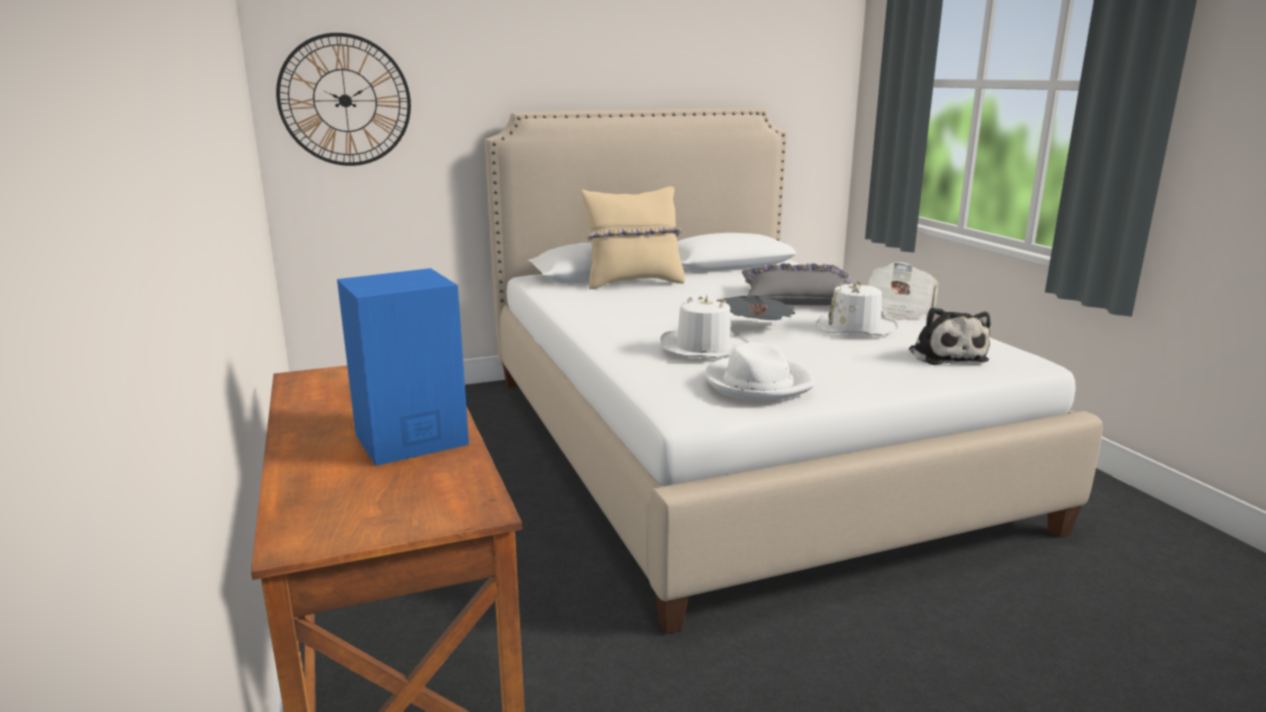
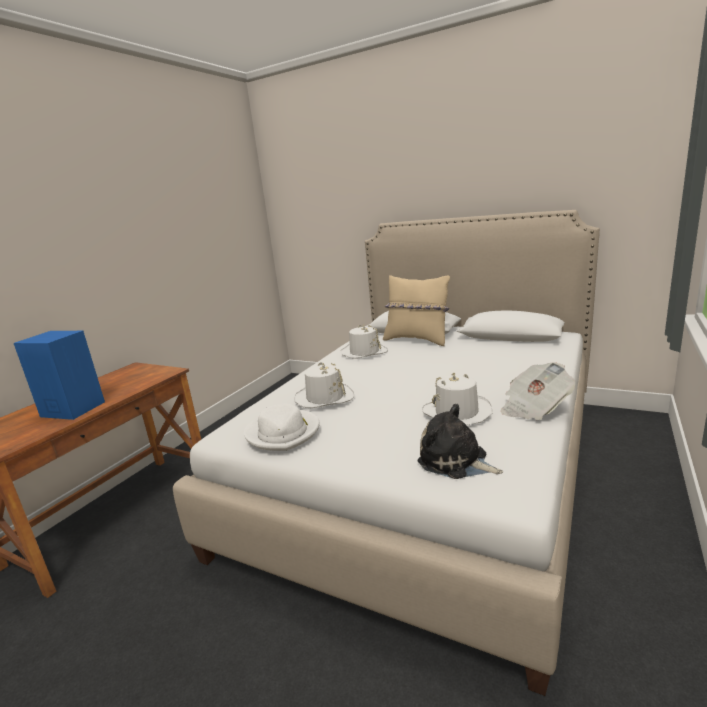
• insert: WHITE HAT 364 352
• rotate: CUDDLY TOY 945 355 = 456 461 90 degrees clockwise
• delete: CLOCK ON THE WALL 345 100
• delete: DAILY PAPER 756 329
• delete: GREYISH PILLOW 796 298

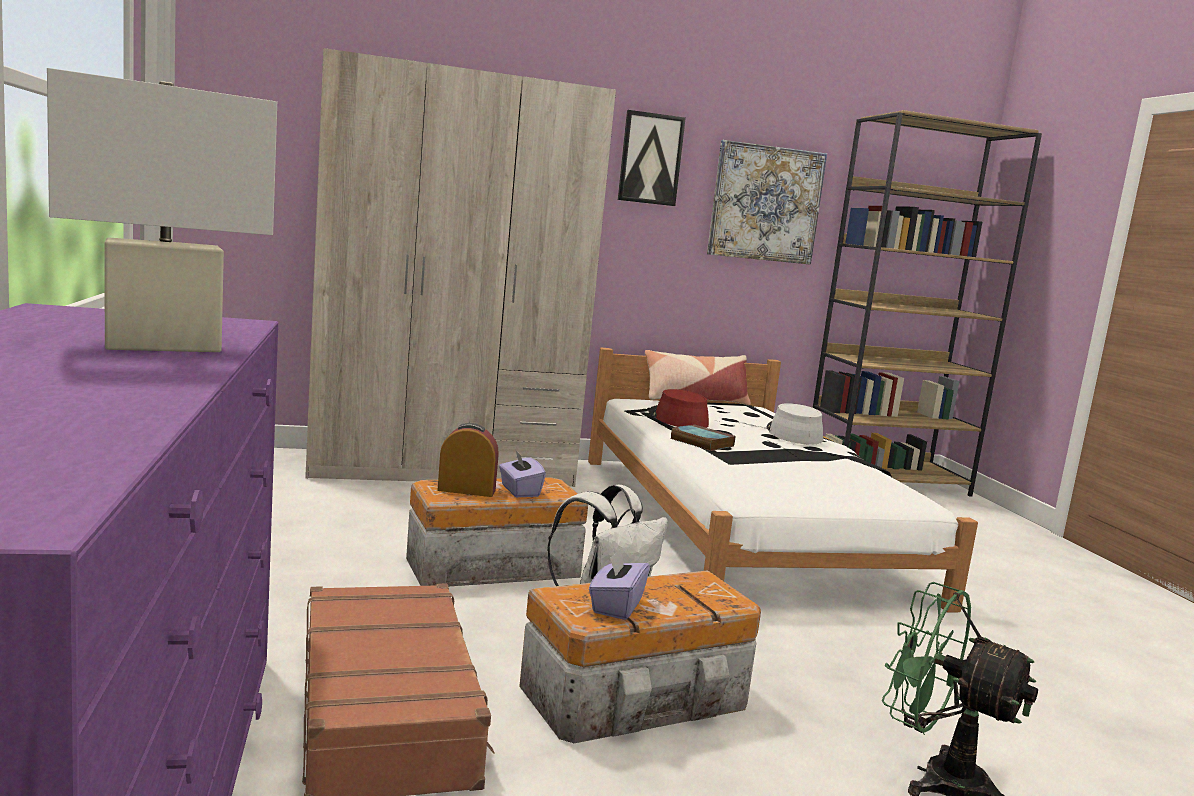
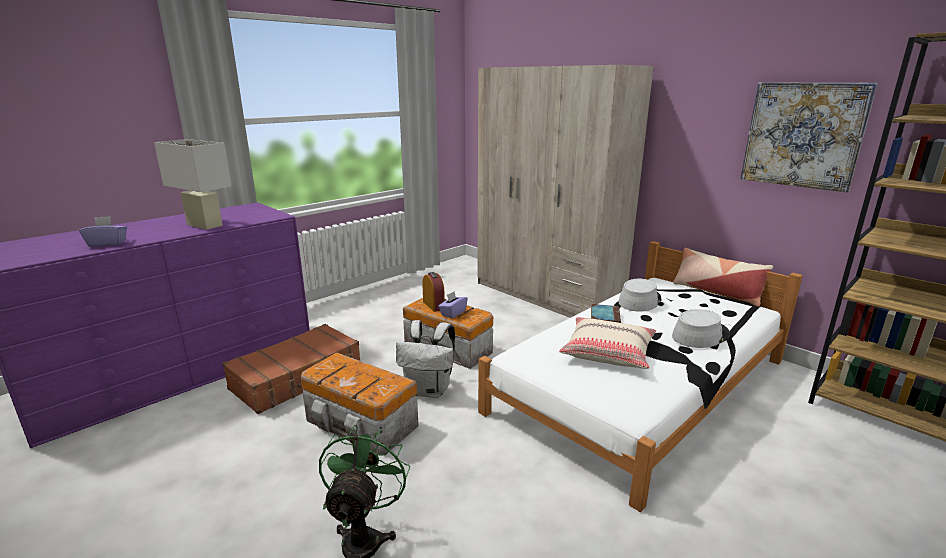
• move: PURPLE-COLOURED TISSUE BOX 616 606 to 107 243
• insert: BEIGE-COLOURED PILLOW 608 352
• recolor: RED HAT 677 419 to GREYISH HAT 639 301
• delete: WALL ART 650 159

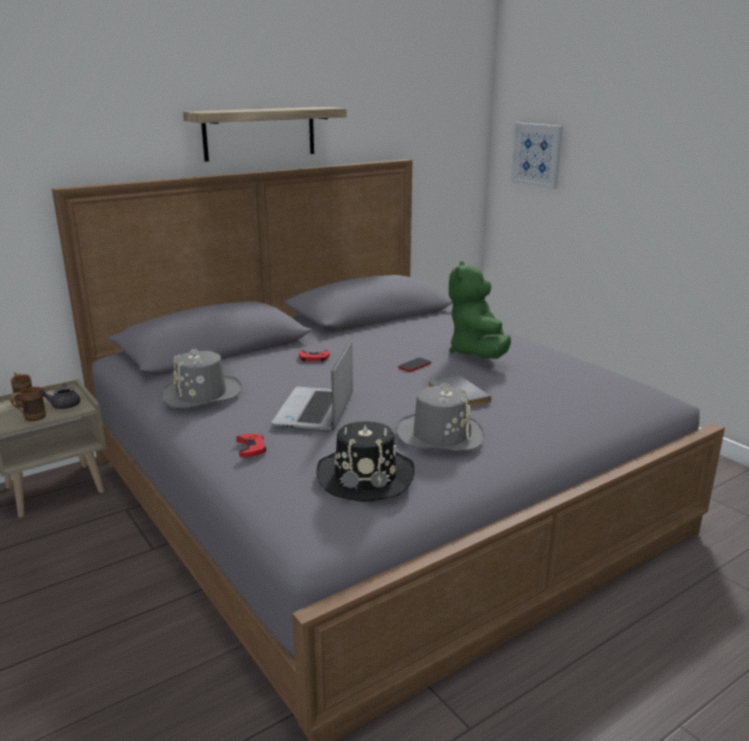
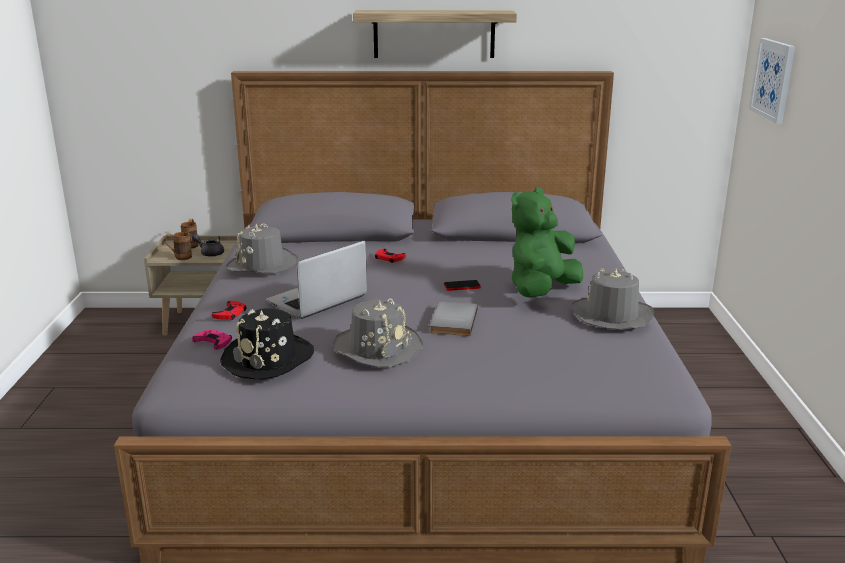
• insert: PINK GAME CONTROLLER 213 342
• insert: GREYISH HAT 611 315

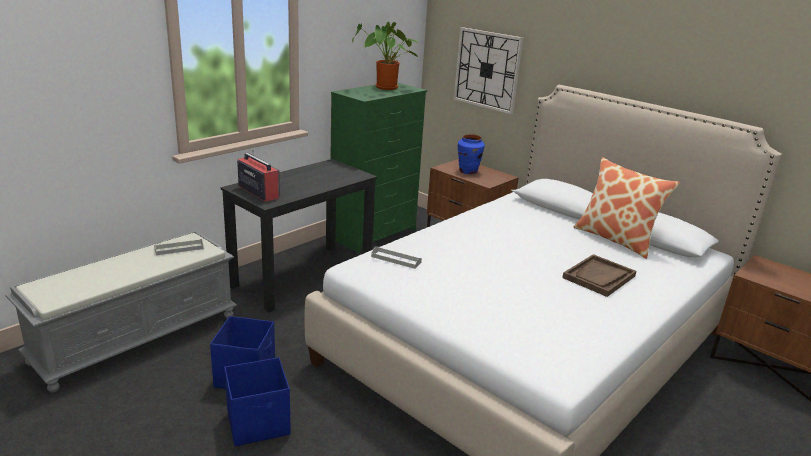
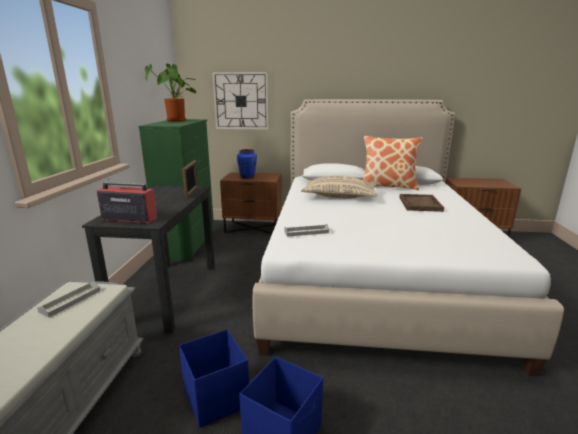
• insert: PICTURE FRAME 191 192
• insert: BEIGE-COLOURED PILLOW 339 197

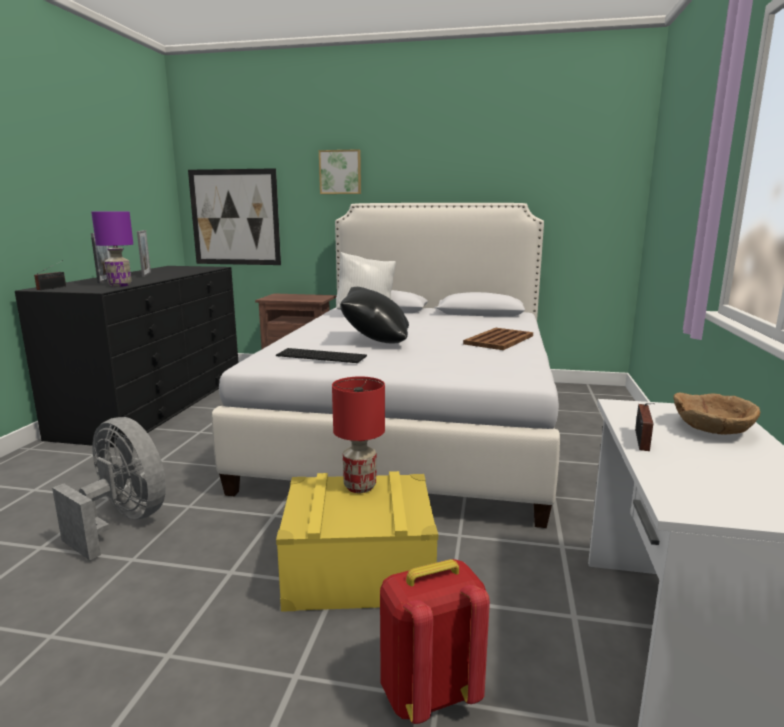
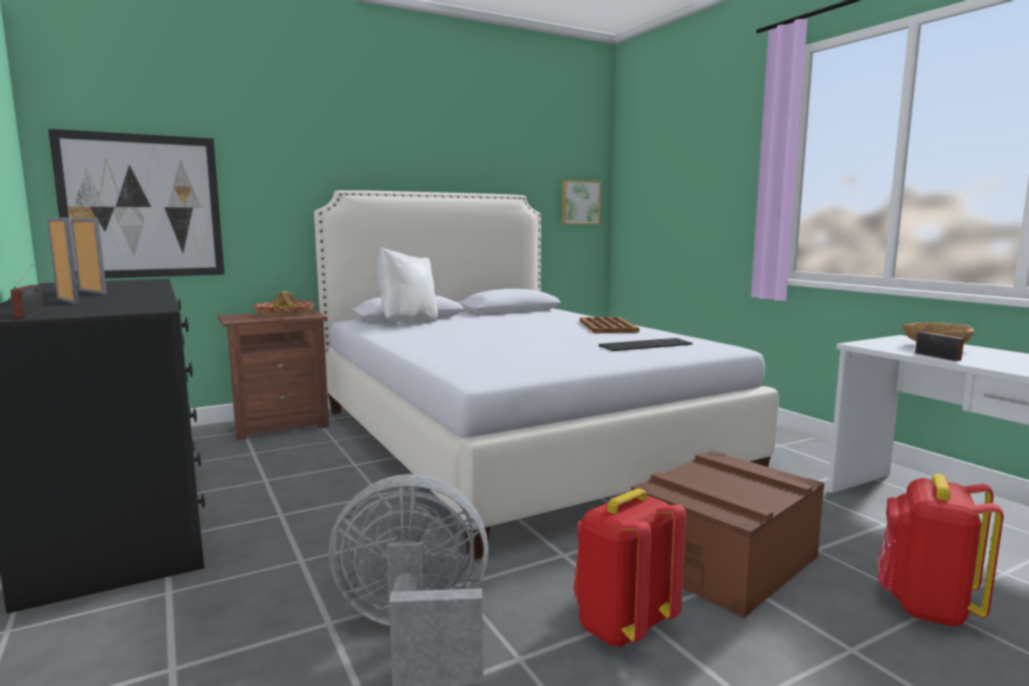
• insert: HAT 285 314
• move: WALL ART 340 172 to 579 202
• insert: RED RUCKSACK 622 626
• move: COMPUTER KEYBOARD 322 356 to 645 345
• recolor: YELLOW STORAGE CONTAINER 359 570 to BROWN STORAGE CONTAINER 724 560
• delete: PURPLE-COLOURED TABLE LAMP 119 285
• delete: RED TABLE LAMP 360 487
• delete: BLACK PILLOW 376 341

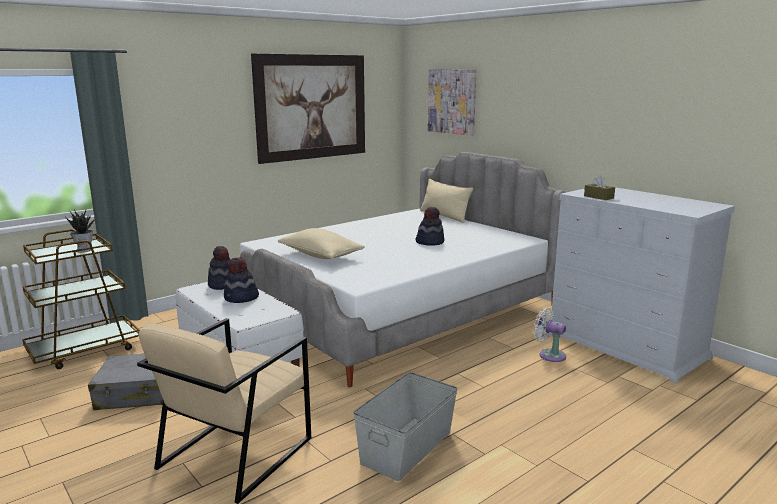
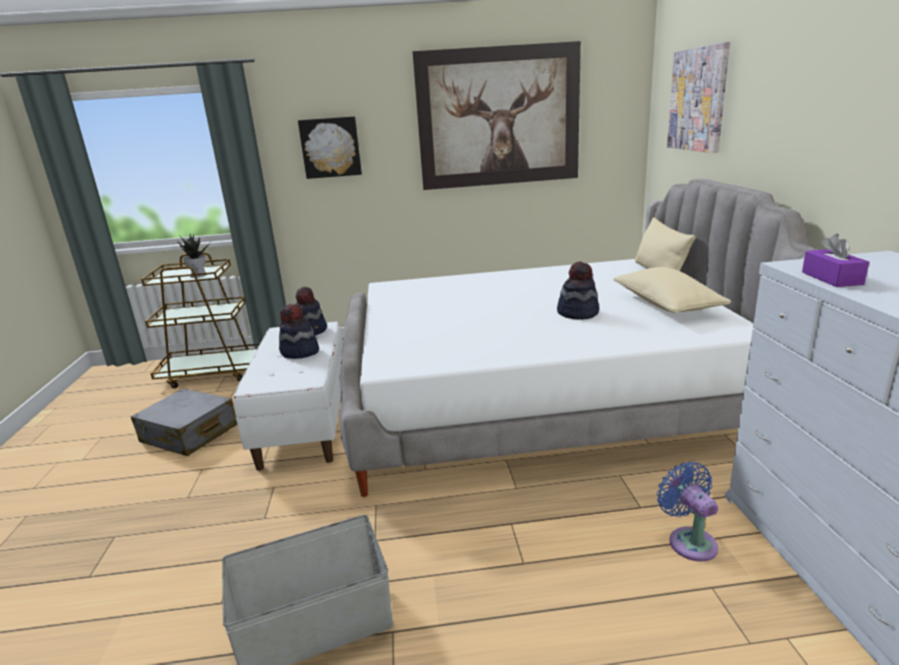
• insert: WALL ART 330 147
• move: BEIGE-COLOURED PILLOW 320 256 to 666 305
• recolor: WHITE FAN 549 355 to BLUE-COLOURED FAN 689 540
• recolor: BROWN TISSUE BOX 598 197 to PURPLE-COLOURED TISSUE BOX 831 278
• delete: BEIGE-COLOURED LOUNGE CHAIR 235 452

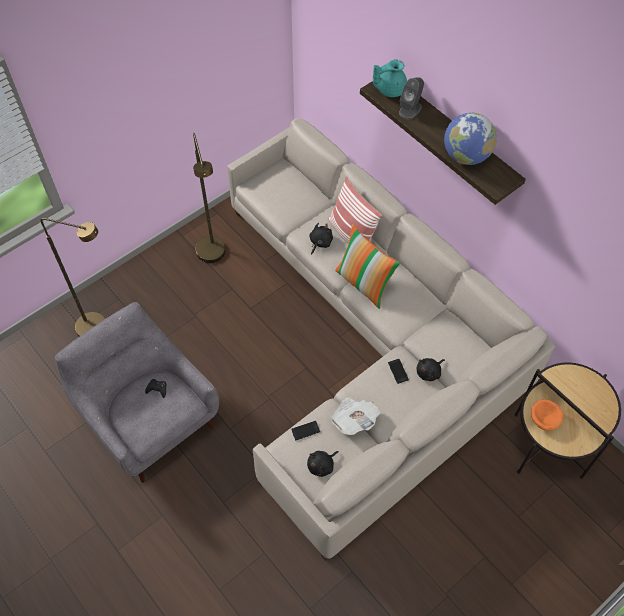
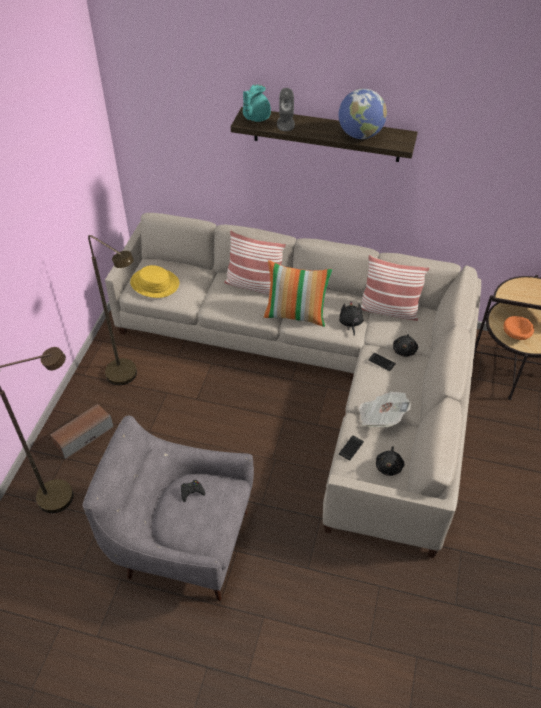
• insert: SPEAKER 83 436
• insert: YELLOW HAT 154 283
• move: BLACK CUDDLY TOY 320 242 to 350 323
• insert: PILLOW 389 310

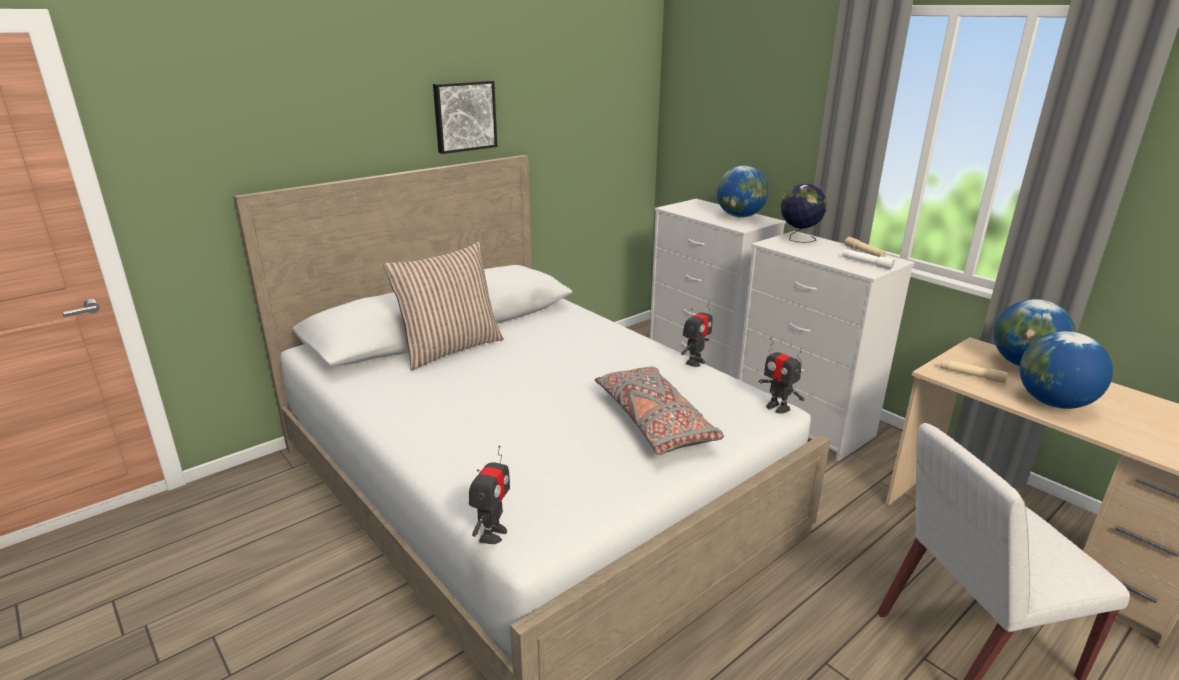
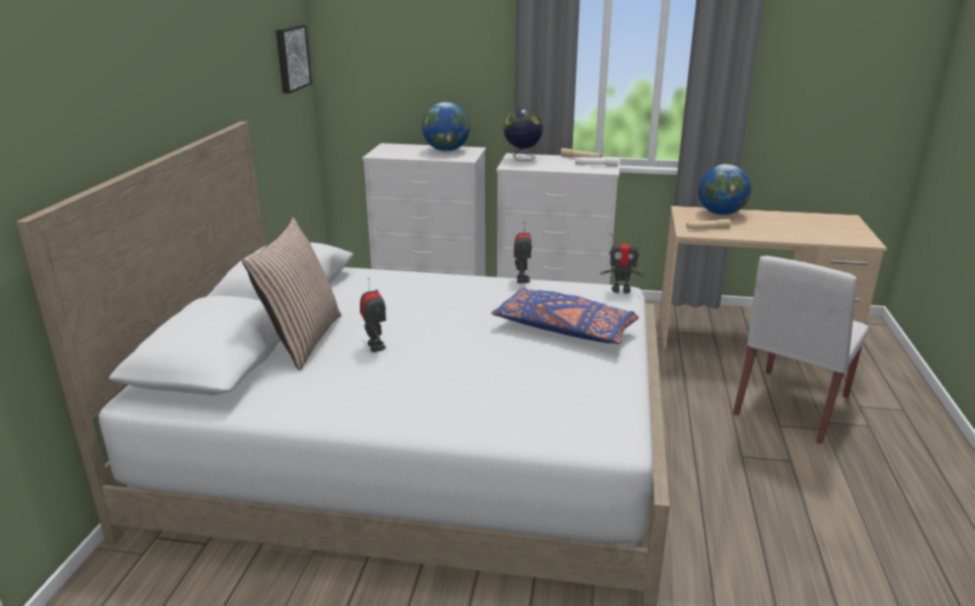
• move: WALL ART 464 116 to 291 58
• move: MODEL ROBOT 492 534 to 375 346
• recolor: GREYISH PILLOW 654 422 to BLUE-COLOURED PILLOW 565 329
• delete: GLOBE 1053 403

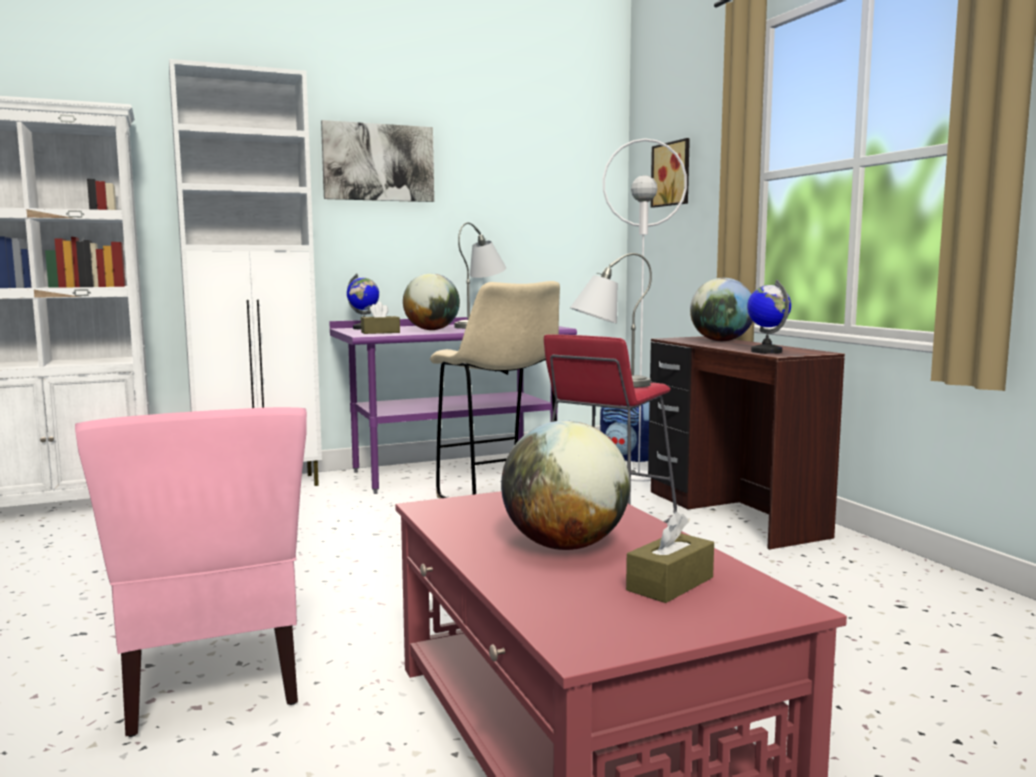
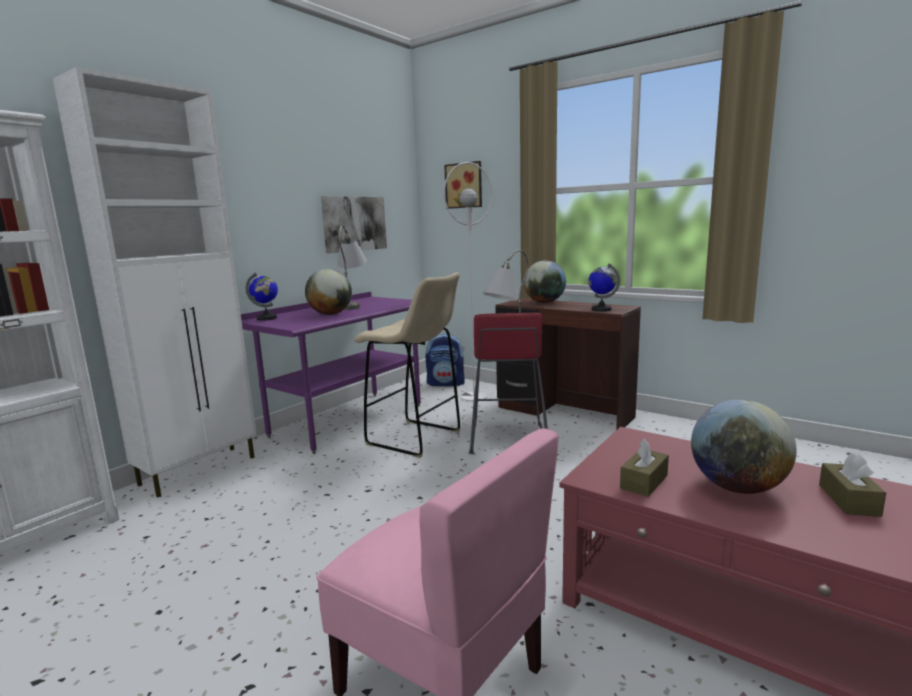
• move: WALL ART 378 162 to 354 224
• move: BROWN TISSUE BOX 380 332 to 644 482

